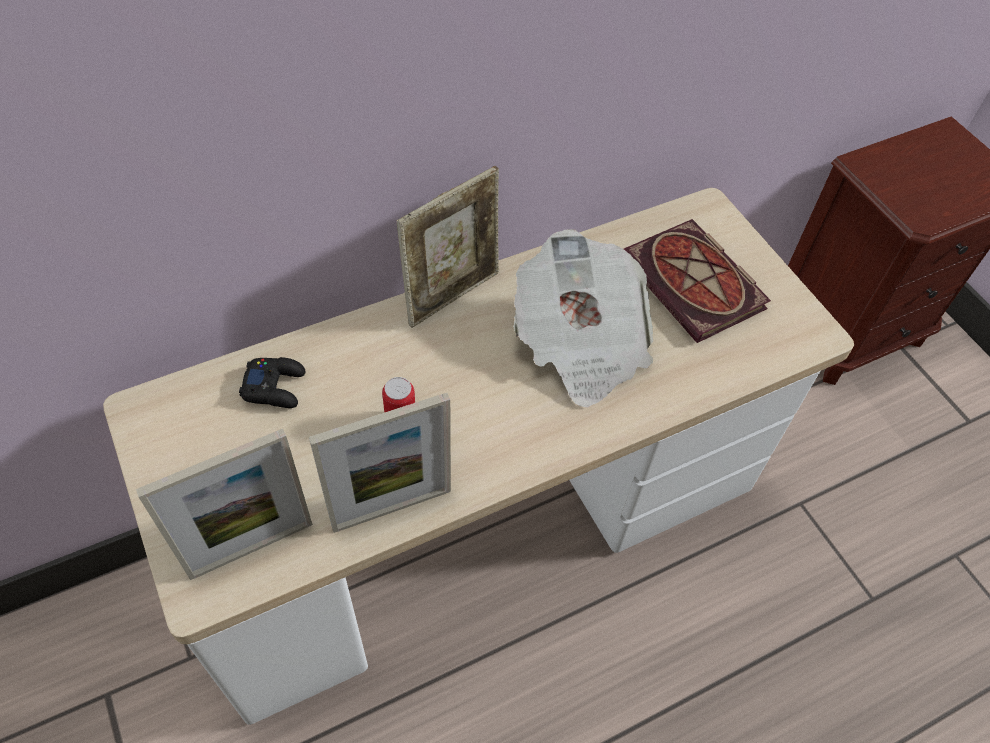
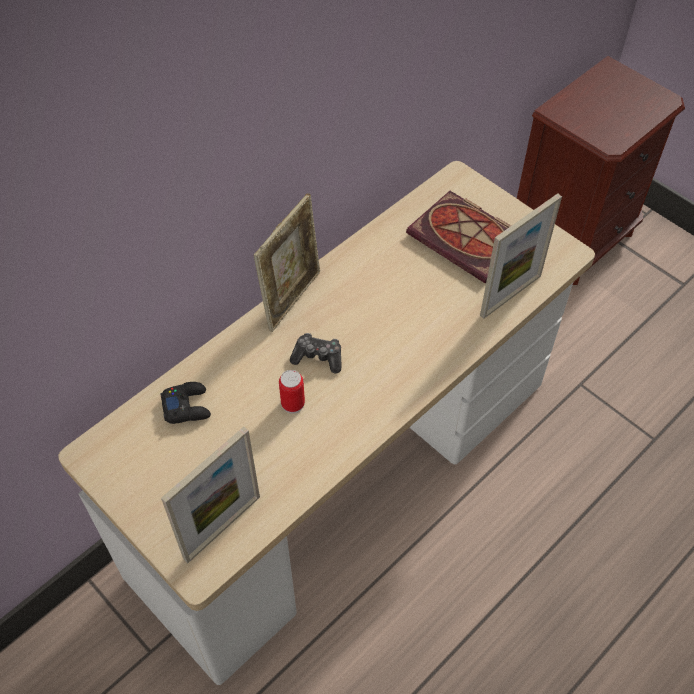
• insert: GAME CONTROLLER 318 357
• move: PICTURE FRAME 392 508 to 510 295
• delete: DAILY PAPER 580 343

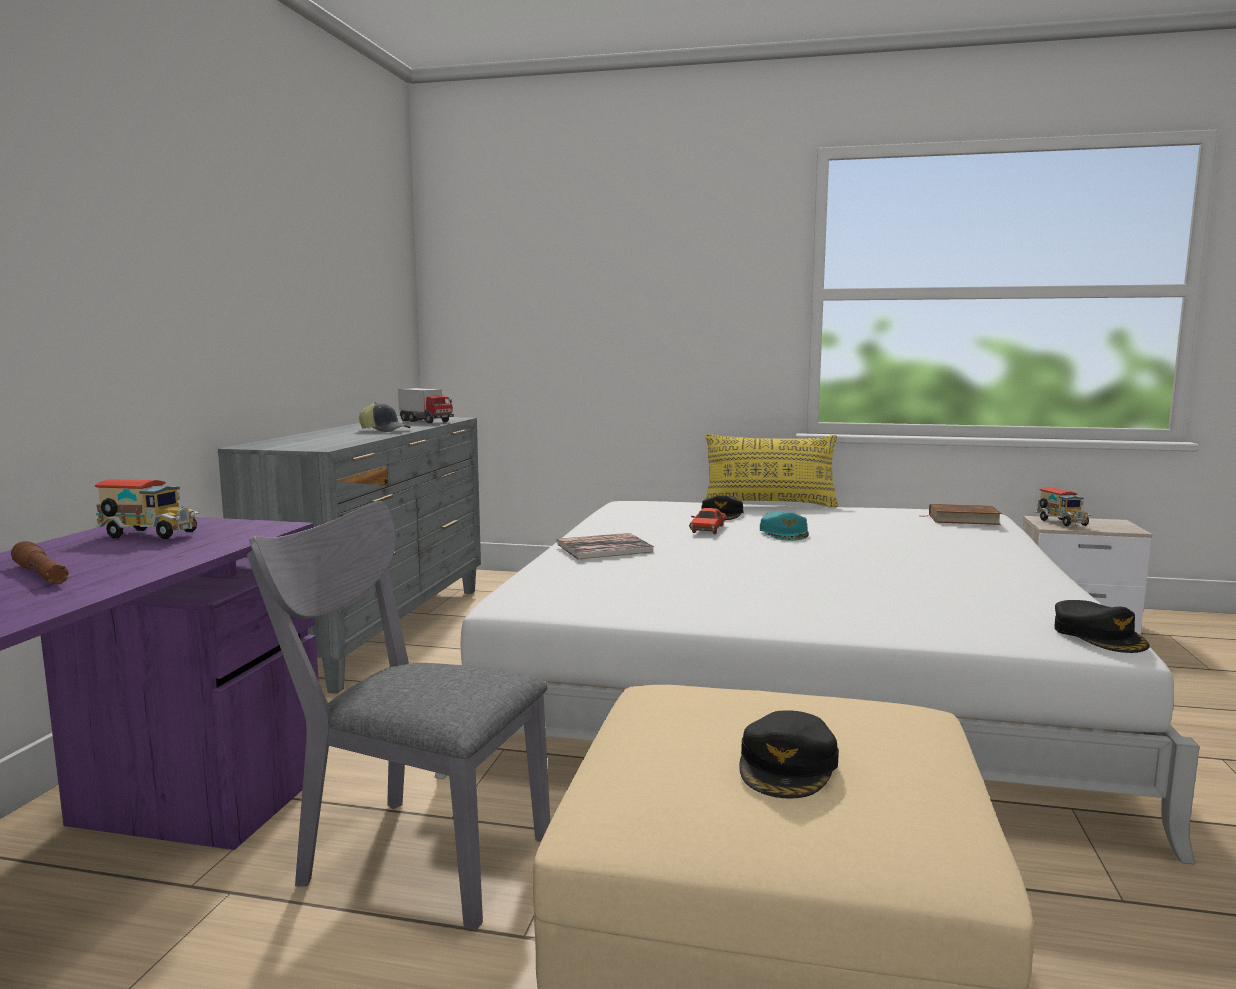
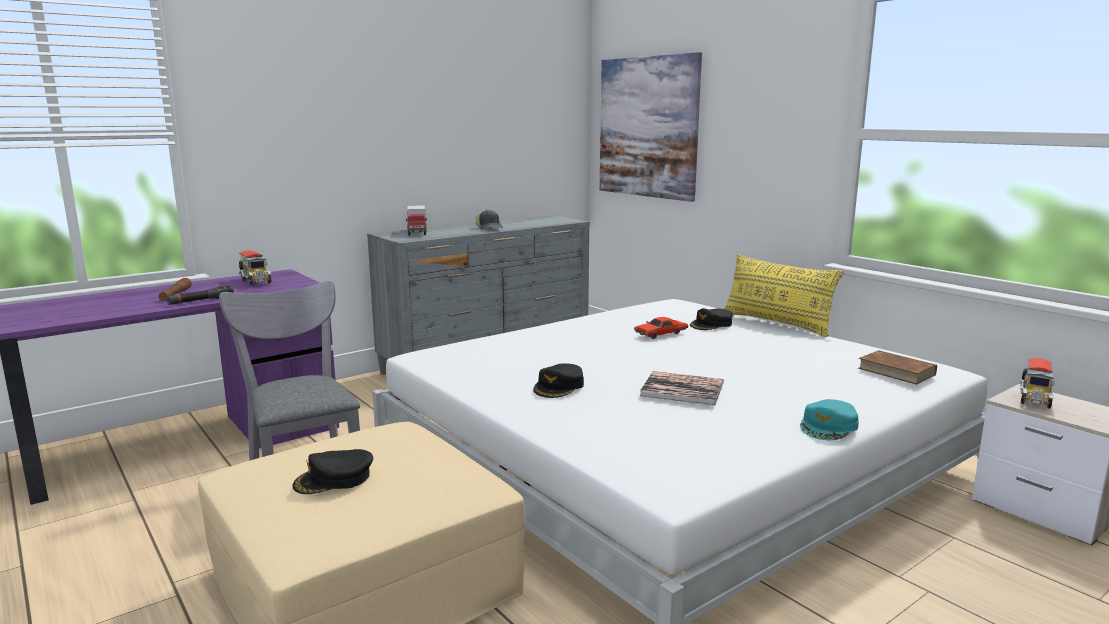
• insert: BLACK HAND TORCH 201 301
• move: TOY TRUCK 426 421 to 417 233
• move: BLACK BASEBALL CAP 1099 636 to 559 387
• insert: WALL ART 648 127
• move: VOLUME 604 548 to 682 389
• move: TURQUOISE-COLOURED BASEBALL CAP 784 533 to 829 427

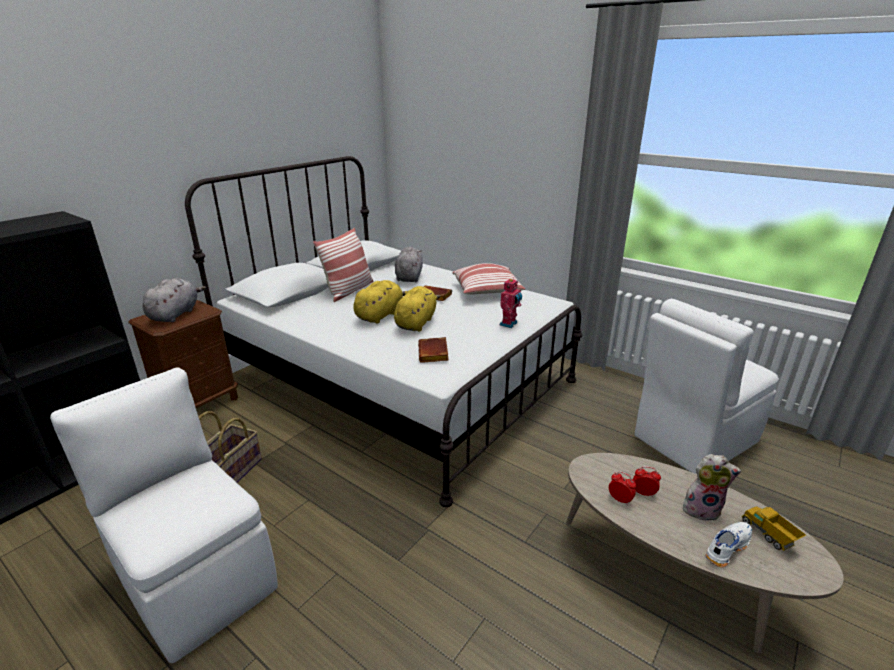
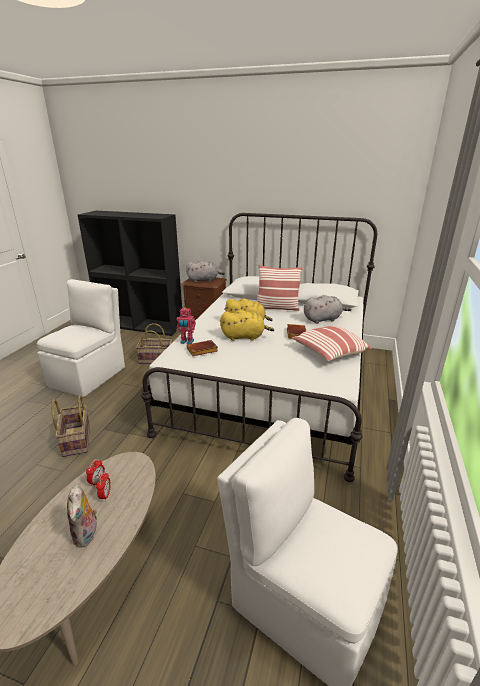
• insert: BASKET 75 440
• move: MODEL ROBOT 509 324 to 187 342
• delete: WHITE ITEM OF FOOTWEAR 726 547
• delete: TOY TRUCK 768 535

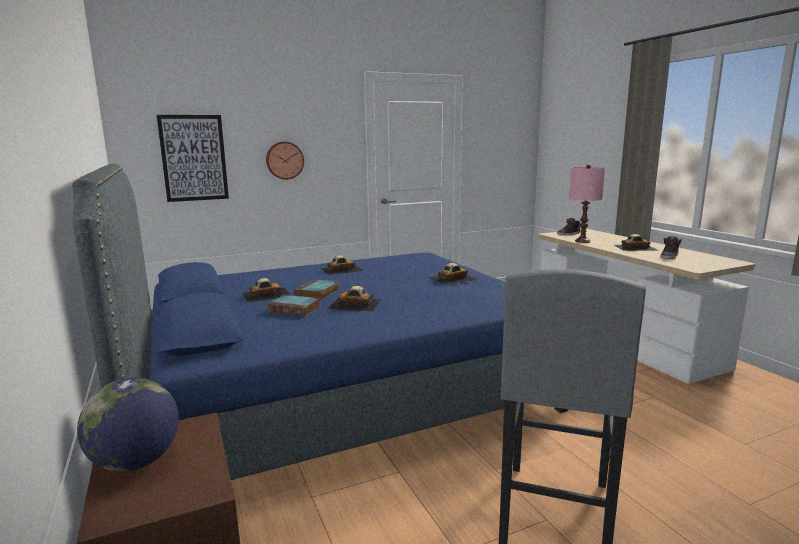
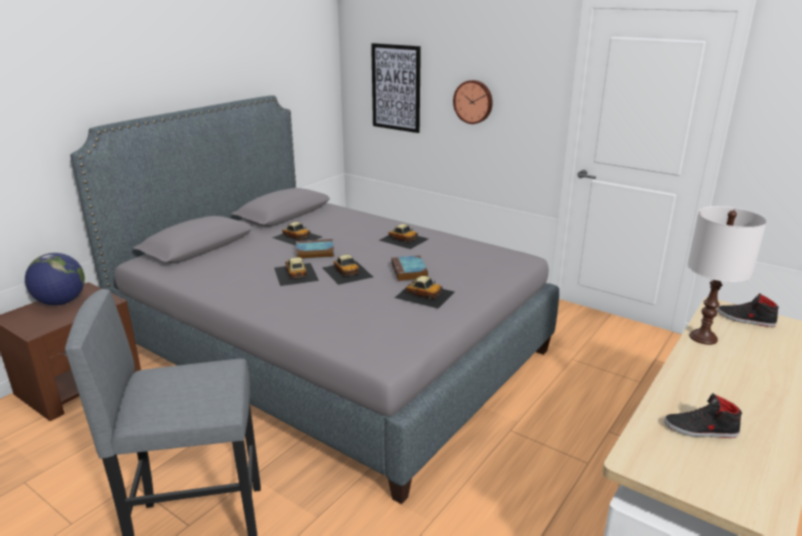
• recolor: BLUE-COLOURED BED 337 392 to GREYISH BED 331 350
• move: MINIATURE CAR 635 247 to 347 272
• move: VOLUME 295 309 to 409 272
• recolor: PINK TABLE LAMP 582 241 to WHITE TABLE LAMP 702 337

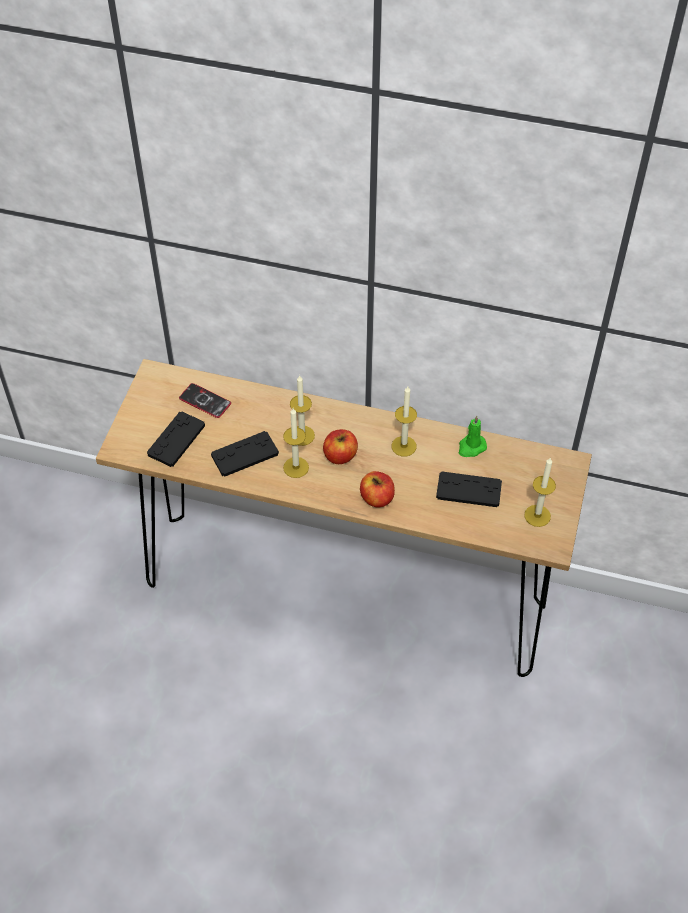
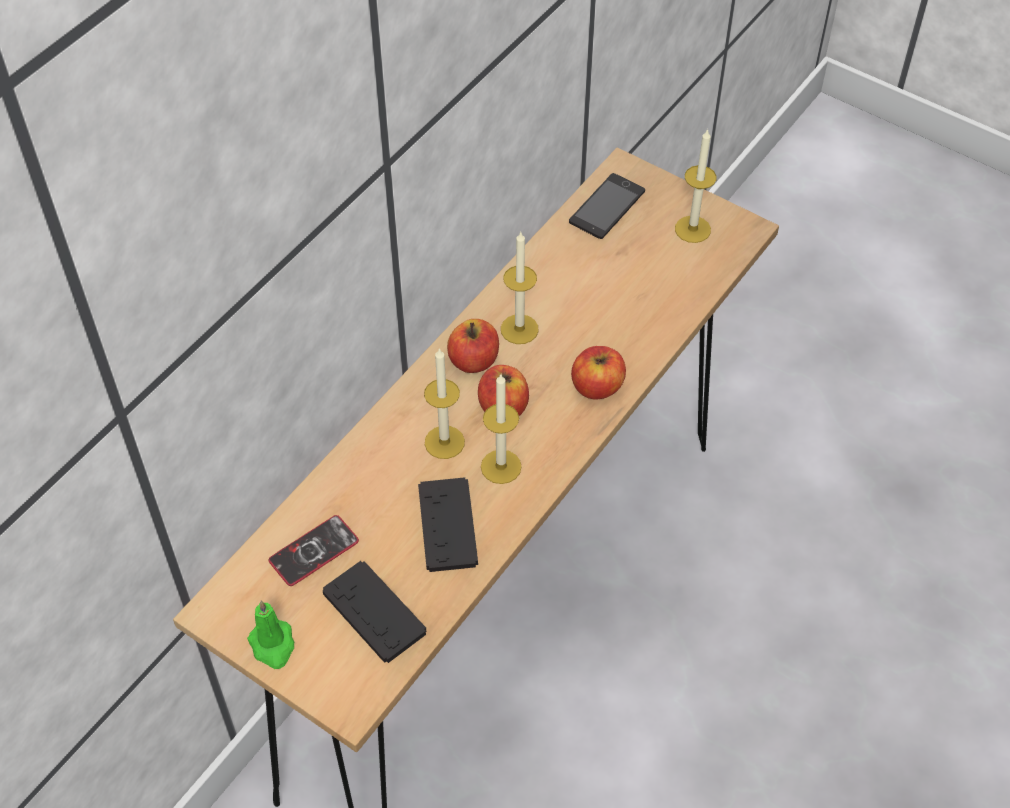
• move: GREENISH WAX LIGHT 471 447 to 273 645
• insert: APPLE FRUIT 474 360
• insert: HANDSET 607 207
• delete: BLACK GAME CONTROLLER 468 490

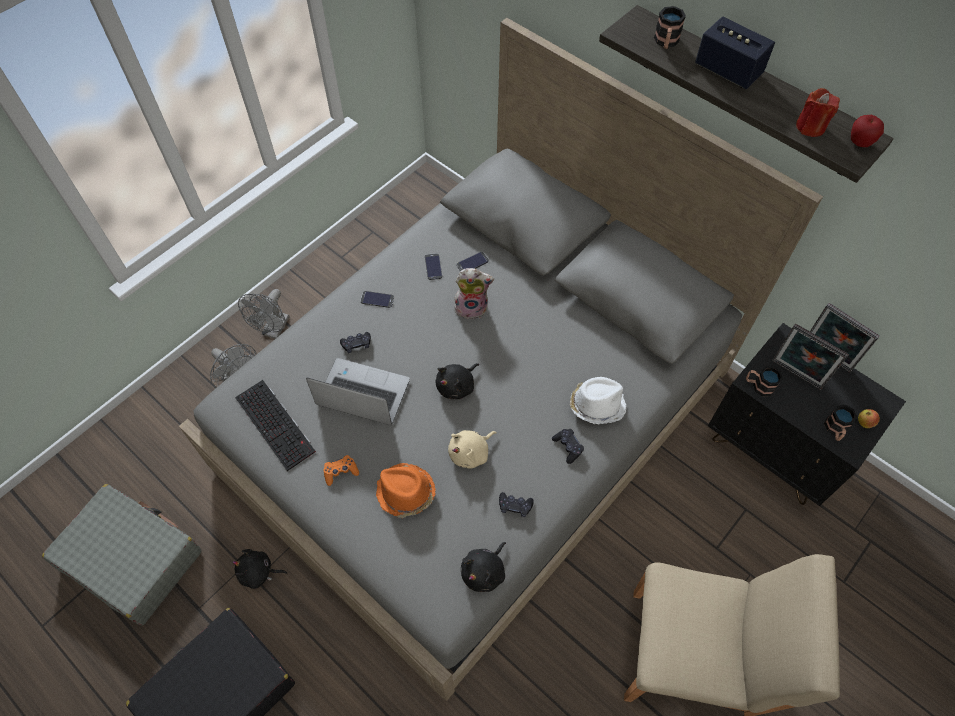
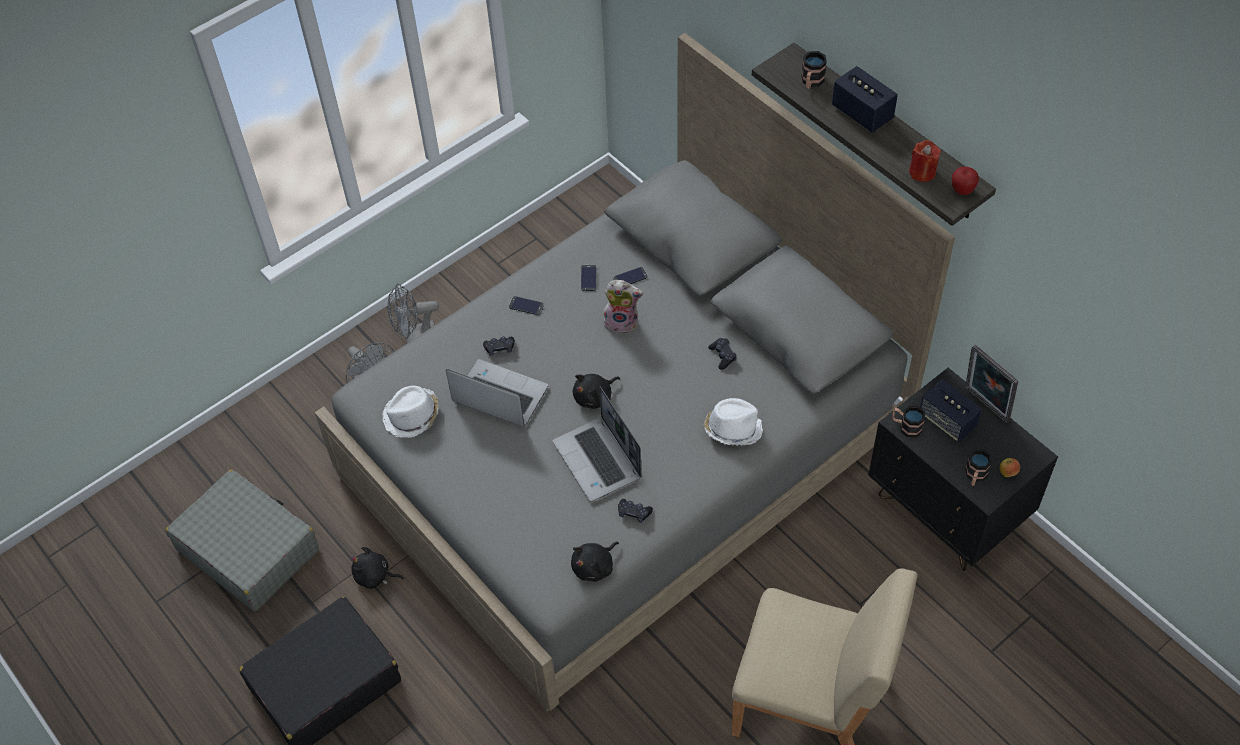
• replace: COMPUTER KEYBOARD 277 424 to WHITE HAT 412 416
• rotate: GREYISH FAN 274 330 = 415 336 45 degrees clockwise
• replace: BEIGE-COLOURED CUDDLY TOY 471 453 to PORTABLE COMPUTER 599 461
• move: BLACK GAME CONTROLLER 568 447 to 722 356
• replace: PICTURE FRAME 795 376 to SPEAKER 947 421
• delete: ORANGEY GAME CONTROLLER 341 472
• delete: ORANGEY HAT 405 493

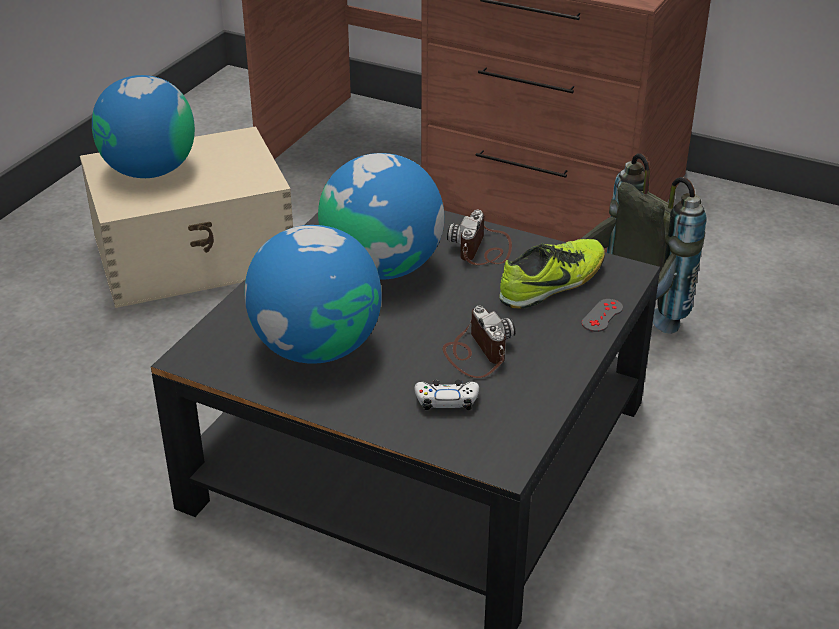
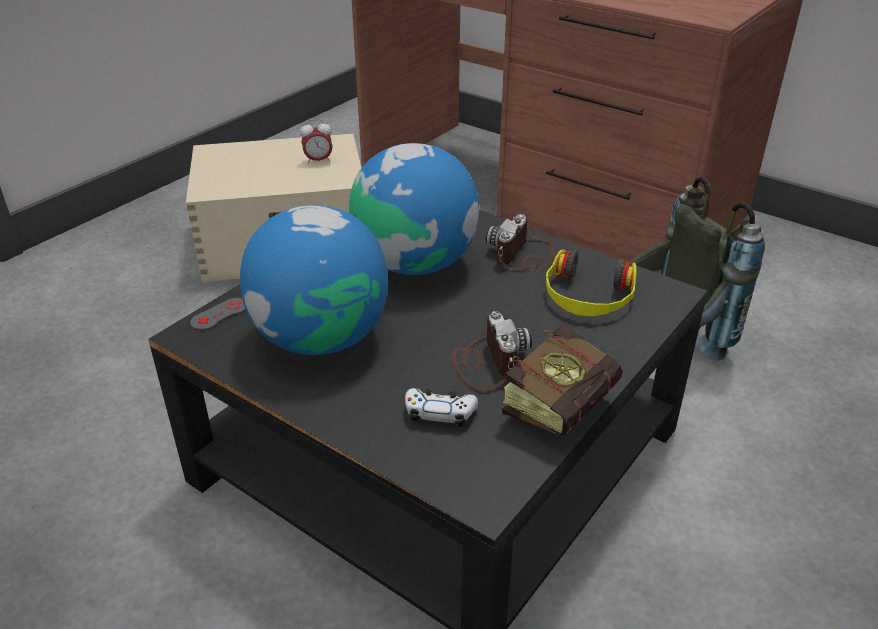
• move: GREYISH GAME CONTROLLER 602 315 to 219 314
• insert: BEDSIDE CLOCK 318 161
• insert: VOLUME 565 403
• replace: ITEM OF FOOTWEAR 553 283 to HEADPHONES 588 297
• delete: GLOBE 150 170

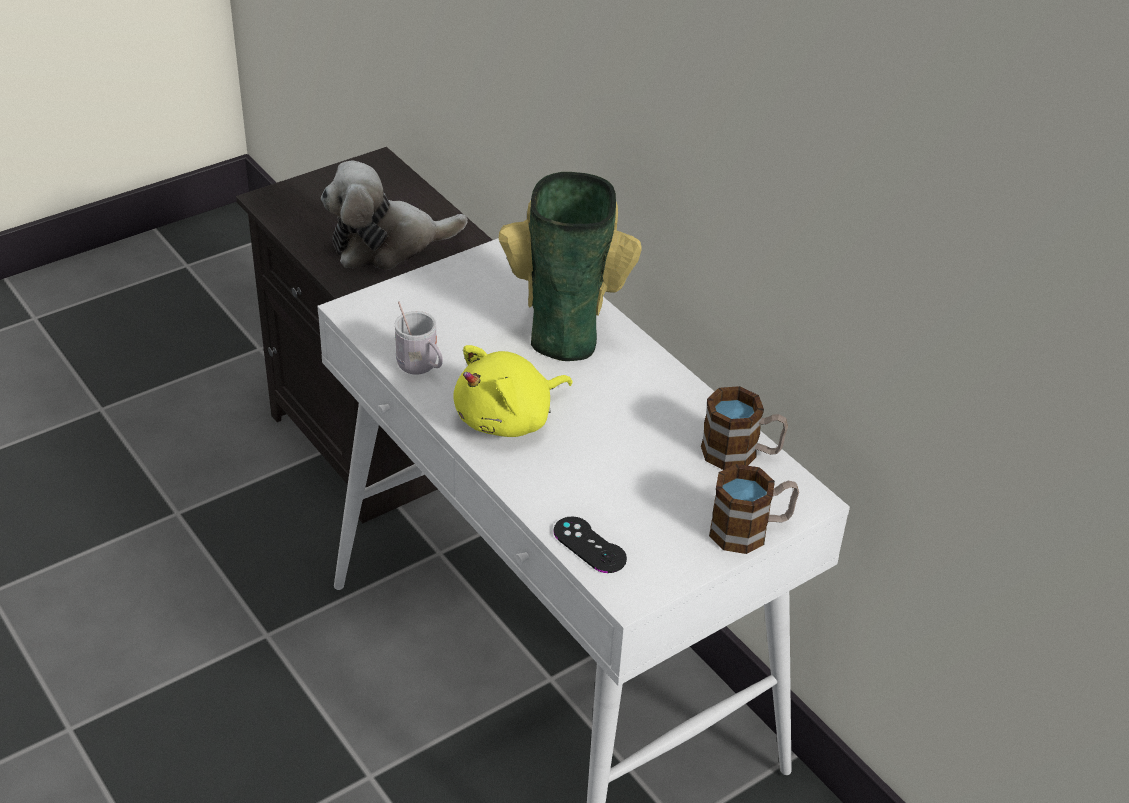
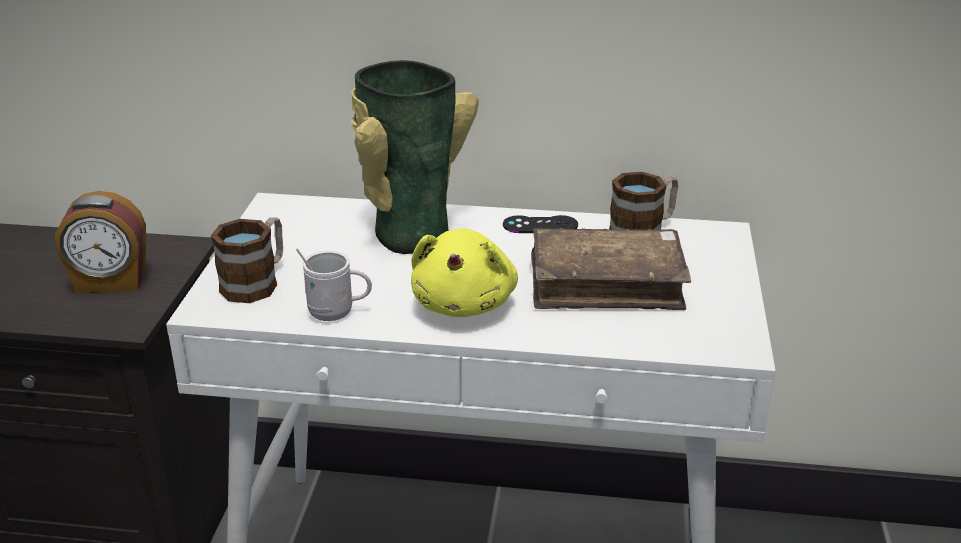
• replace: CUDDLY TOY 387 245 to BEDSIDE CLOCK 110 282
• move: COFFEE MUG 750 530 to 257 282
• move: BLACK GAME CONTROLLER 589 545 to 540 225
• insert: BROWN VOLUME 606 285

